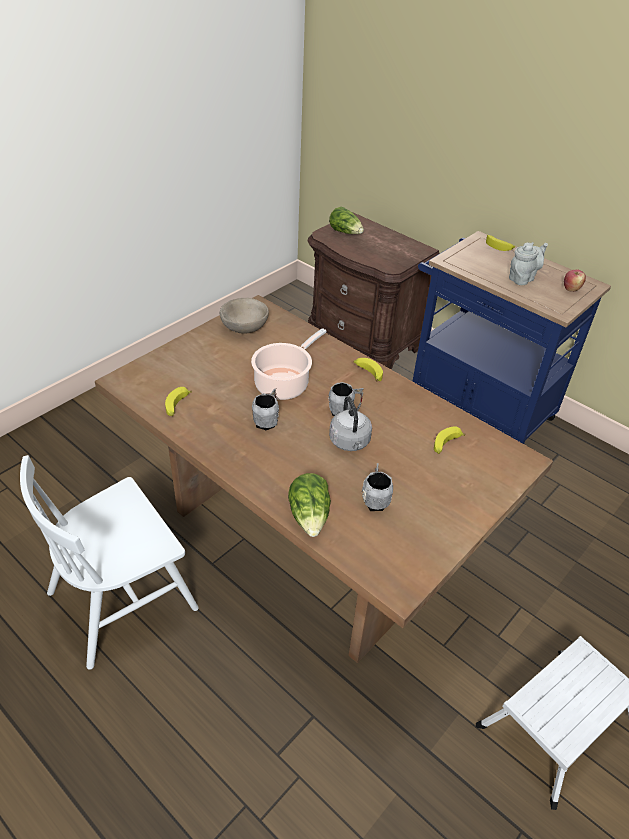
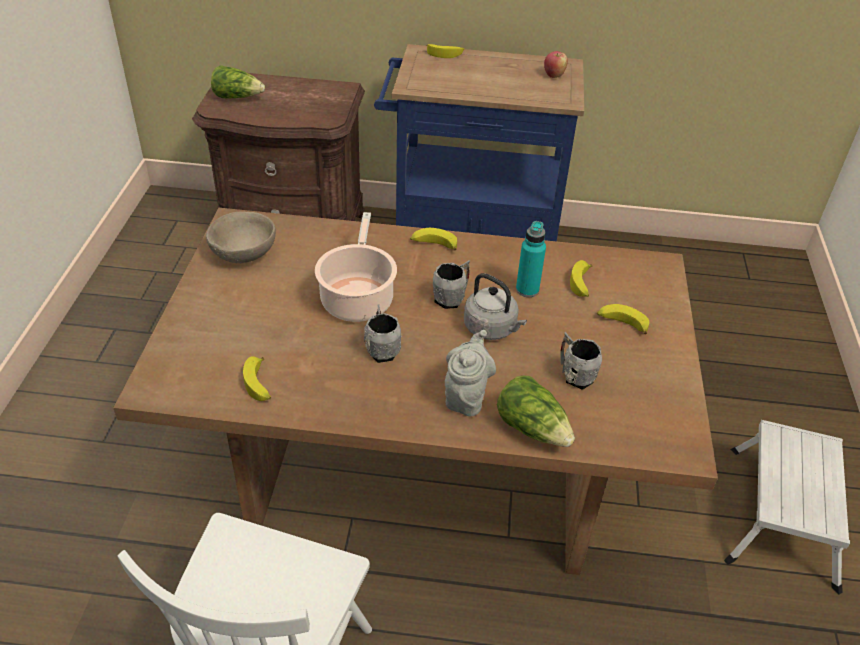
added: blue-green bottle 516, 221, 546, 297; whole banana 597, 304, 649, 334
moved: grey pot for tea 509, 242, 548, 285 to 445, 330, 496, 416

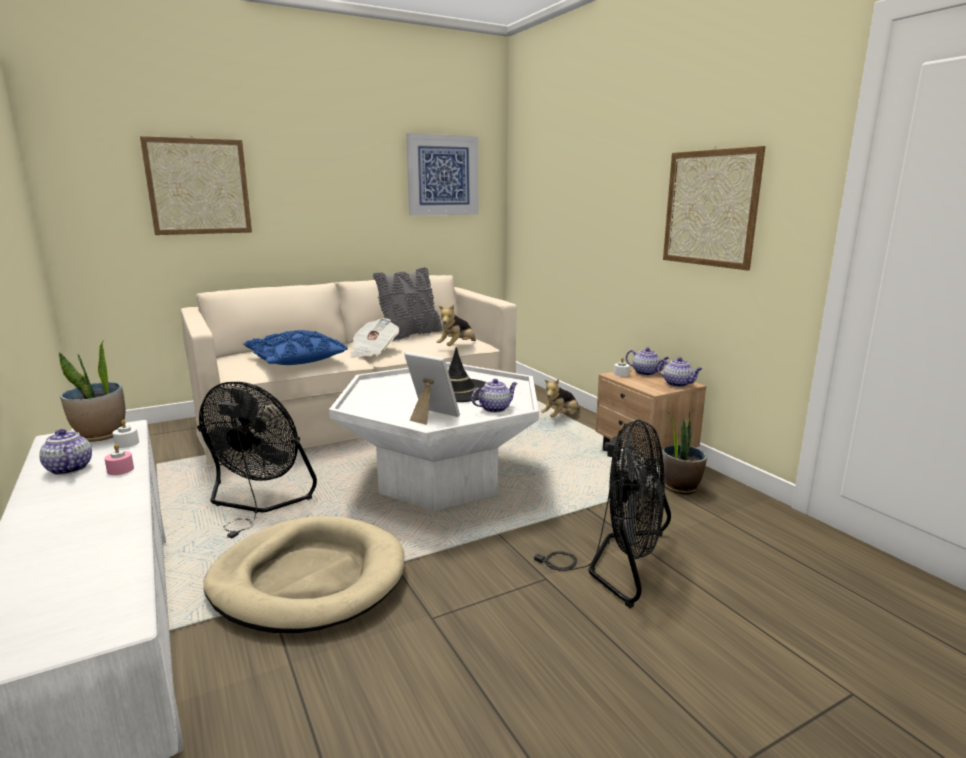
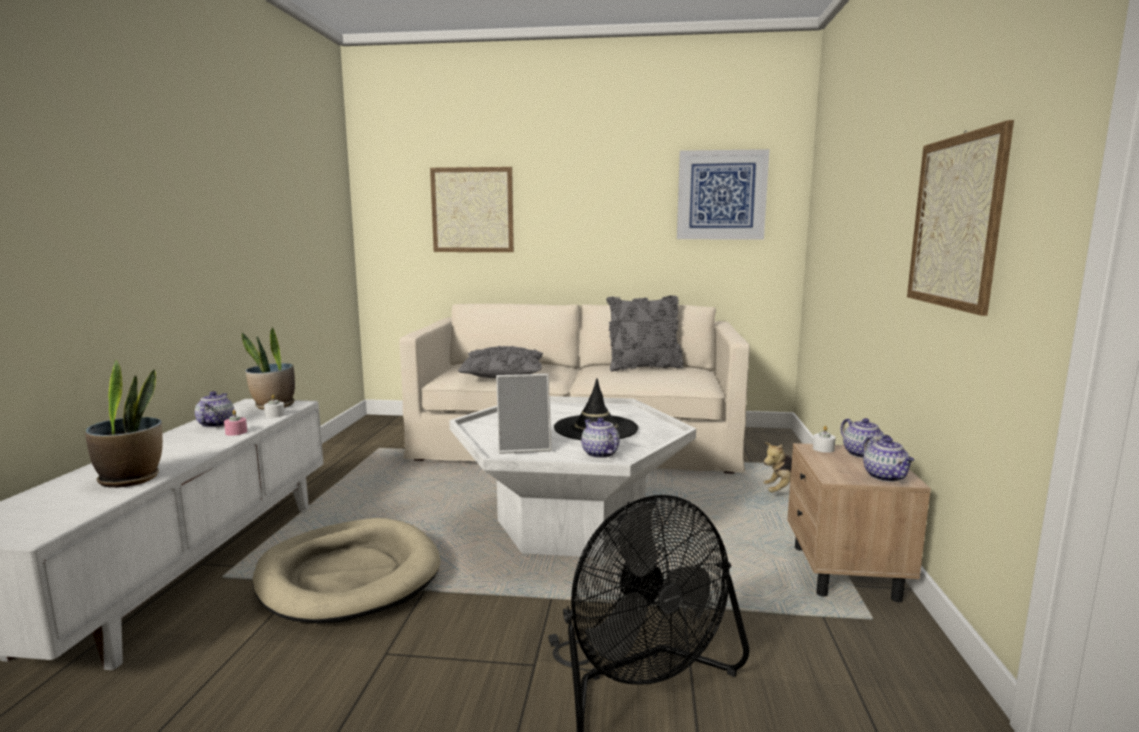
removed: black-coloured electric fan 197, 382, 317, 538; newspaper 350, 318, 399, 357; plush toy 437, 305, 476, 346
moved: plant in a pot 662, 412, 707, 495 to 85, 360, 163, 488
recoloured: bluish pillow 243, 330, 348, 365 to grey pillow 458, 345, 543, 378
turned: photo frame 404, 352, 460, 425 = 496, 374, 552, 454 105 degrees clockwise; pot for tea 471, 379, 518, 413 = 581, 418, 620, 458 120 degrees counterclockwise

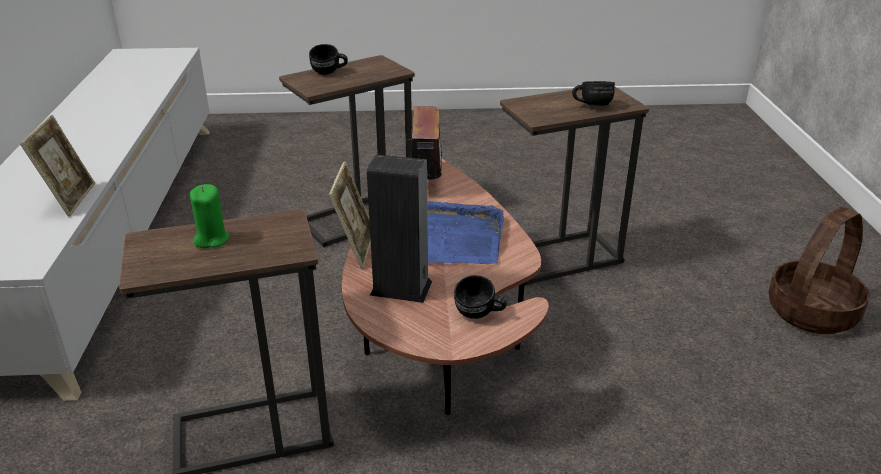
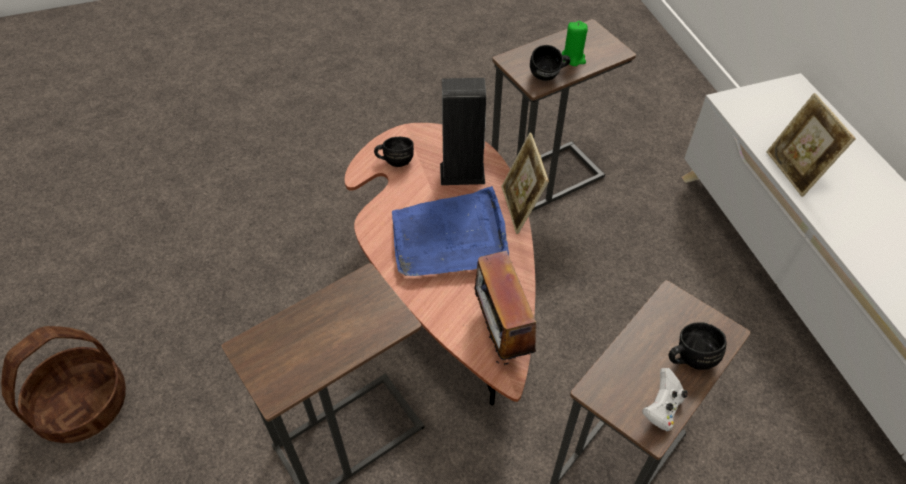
added: white-coloured joypad 642, 368, 688, 431
moved: black-coloured mug 572, 81, 615, 106 to 530, 45, 570, 81

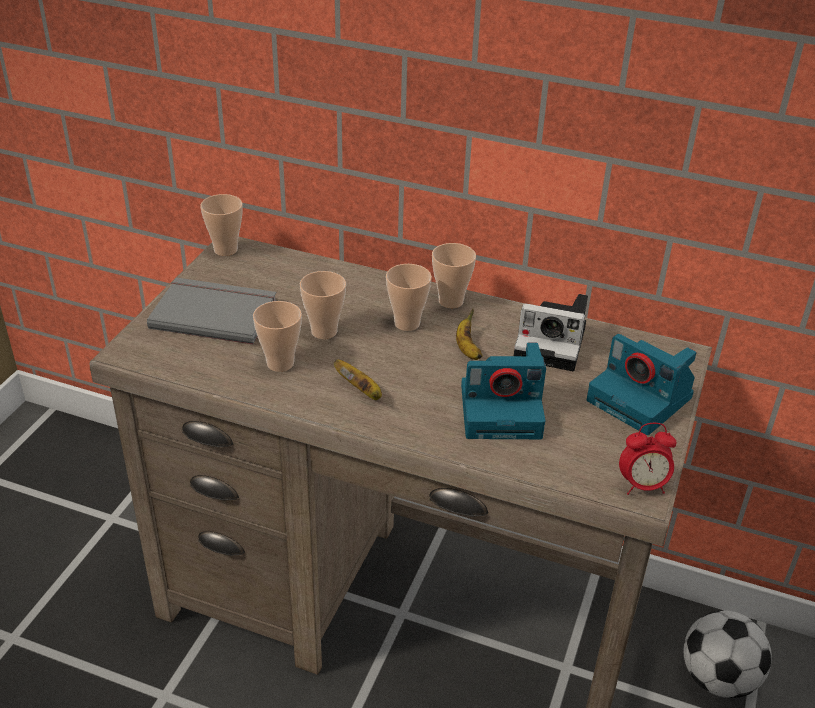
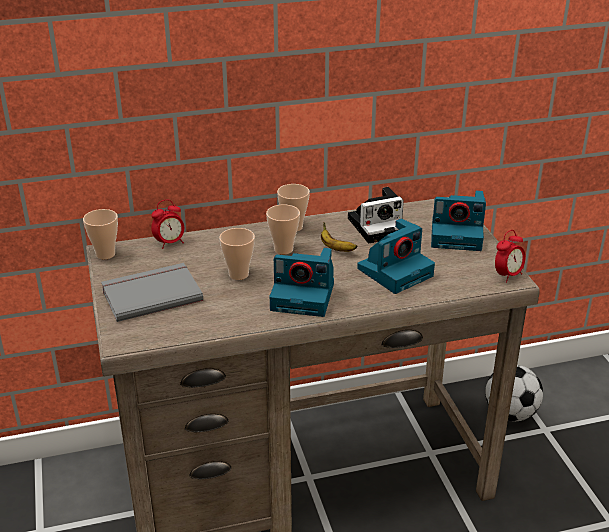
removed: drinking cup 253, 301, 302, 372
added: alarm clock 151, 199, 184, 249
replaced: whole banana 334, 360, 382, 400 to still camera 269, 248, 334, 317

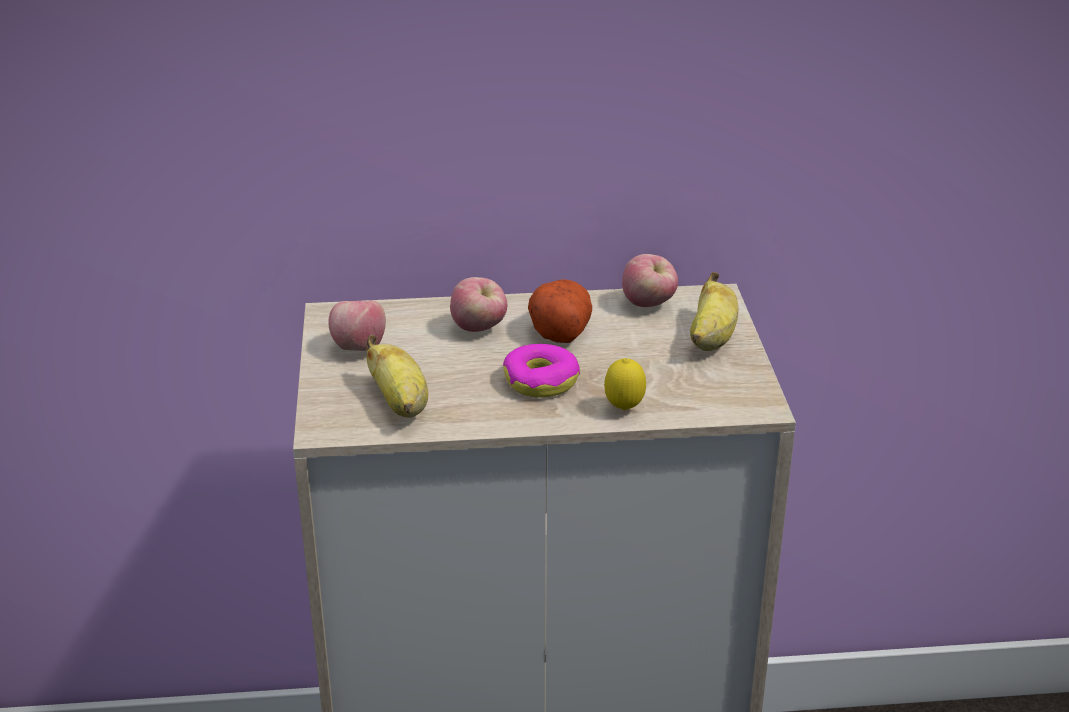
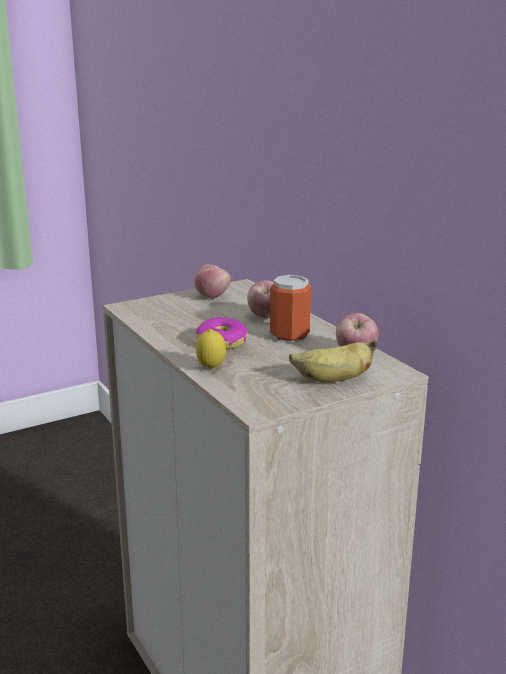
removed: whole banana 366, 335, 428, 418
replaced: whole potato 528, 279, 592, 343 to can 270, 275, 311, 343

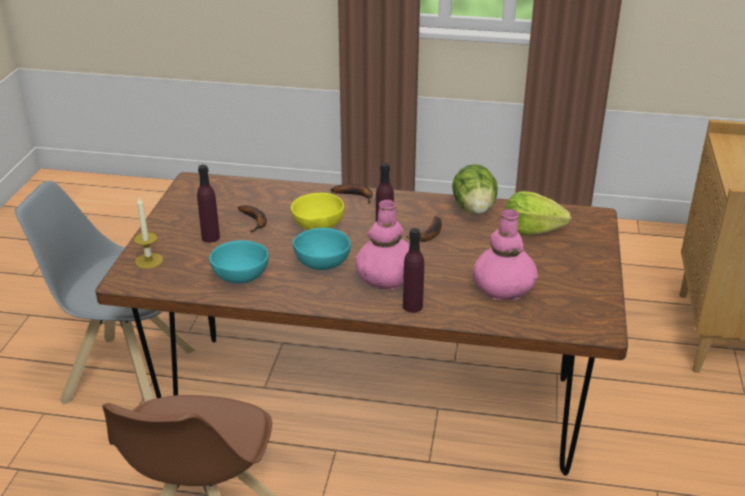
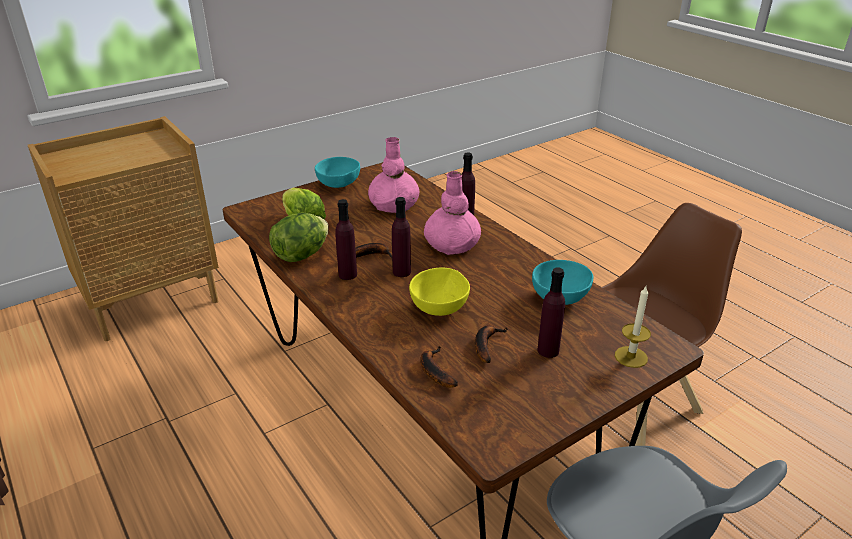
added: purplish bottle 335, 199, 357, 280
moved: blue-green deep dish 293, 228, 351, 270 to 315, 157, 360, 188; whole banana 331, 184, 373, 204 to 420, 346, 458, 388

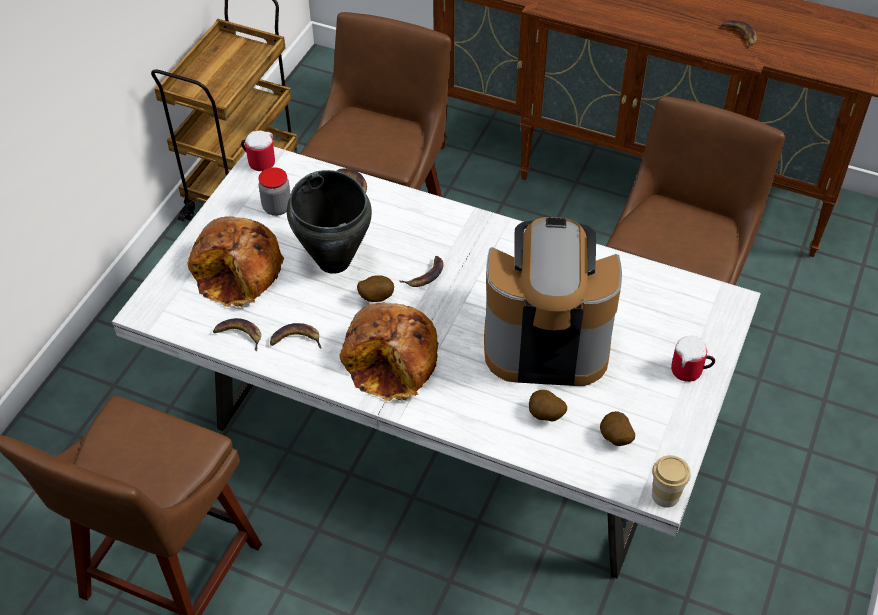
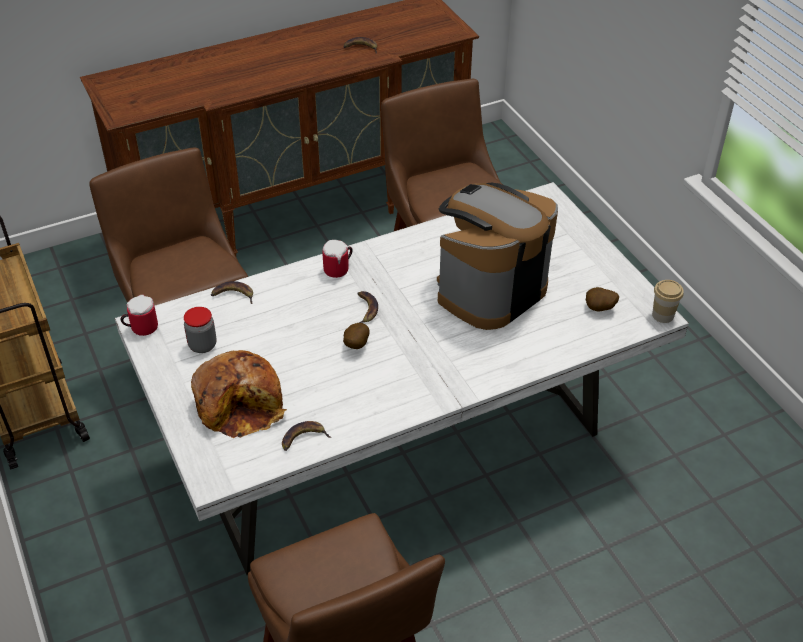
removed: whole banana 270, 323, 322, 348; black-coloured saucepot 287, 170, 372, 274; bakery bread 339, 302, 439, 401; whole potato 529, 390, 567, 421
moved: mug 671, 336, 715, 382 to 322, 240, 353, 278

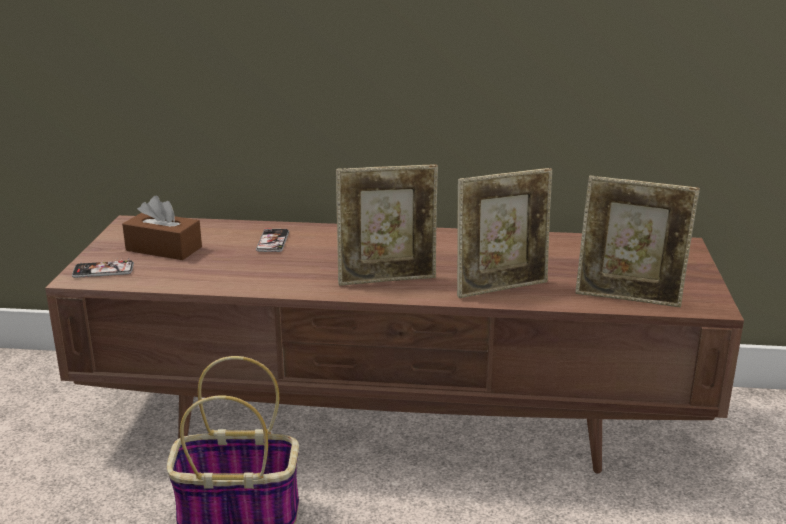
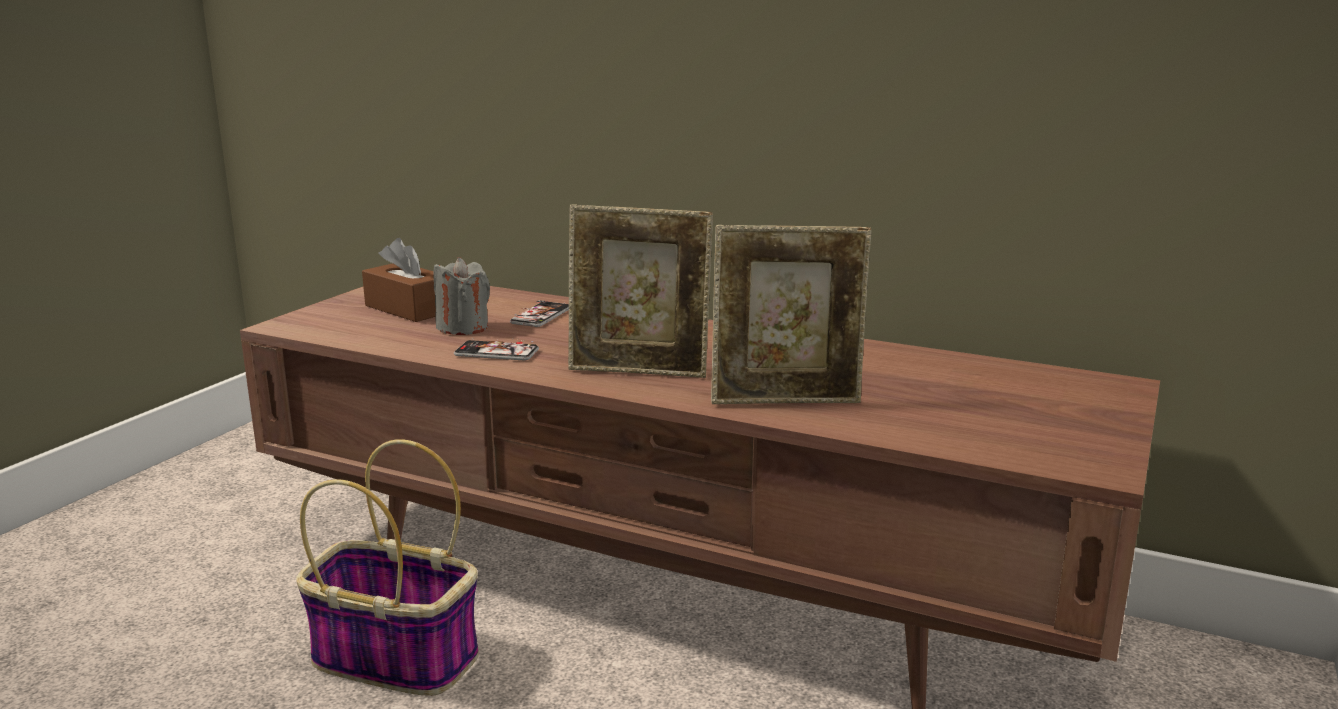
removed: photo frame 575, 176, 700, 307
added: grey wax candle 433, 257, 490, 335
moved: telephone 72, 260, 134, 278 to 454, 338, 539, 361

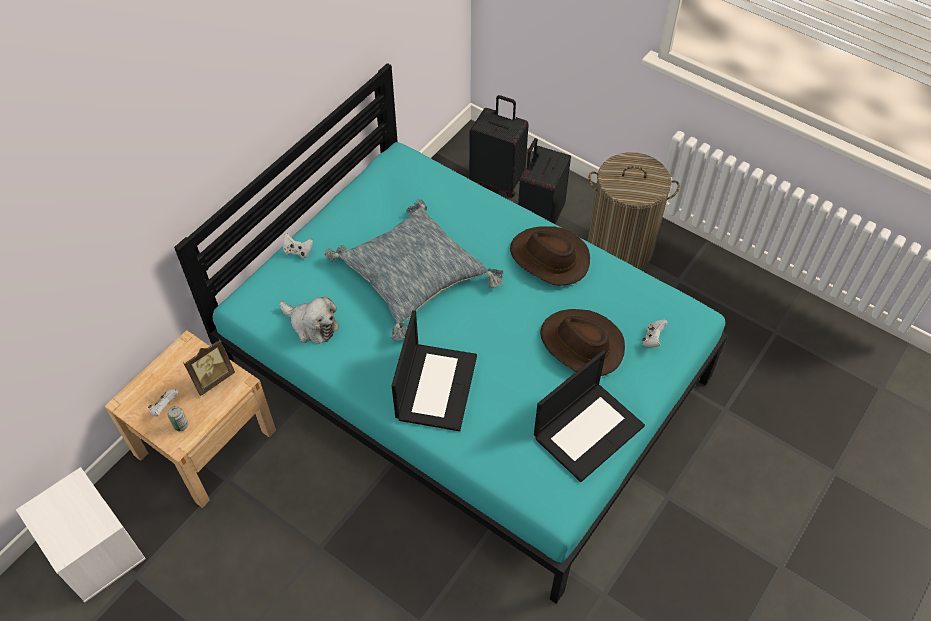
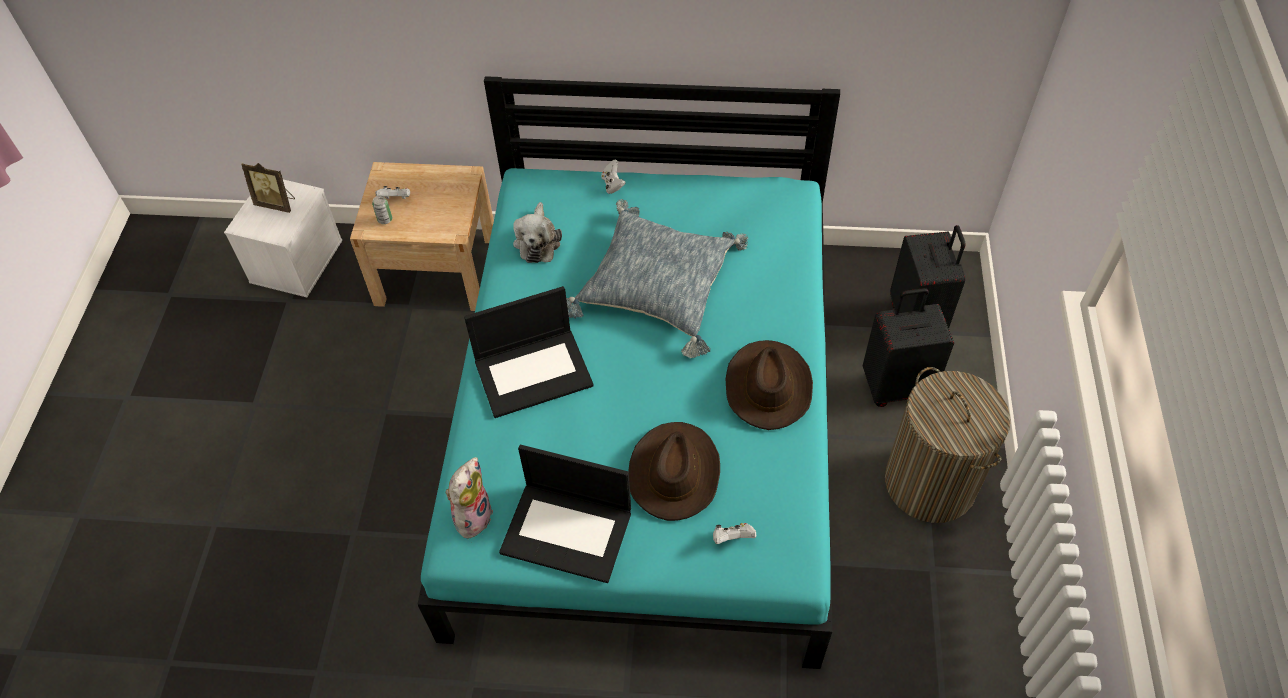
added: plush toy 445, 457, 493, 540
moved: photo frame 184, 339, 235, 396 to 241, 163, 295, 213

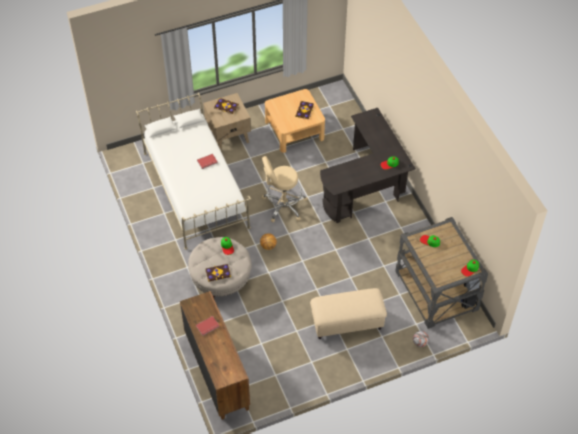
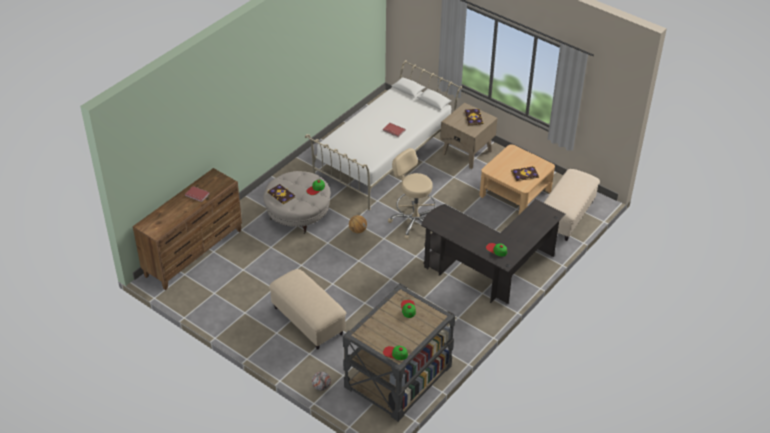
added: beige footrest 544, 169, 600, 241

